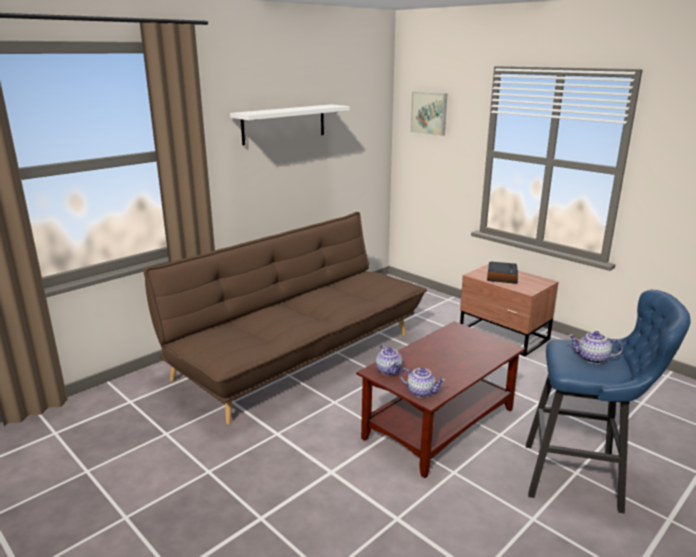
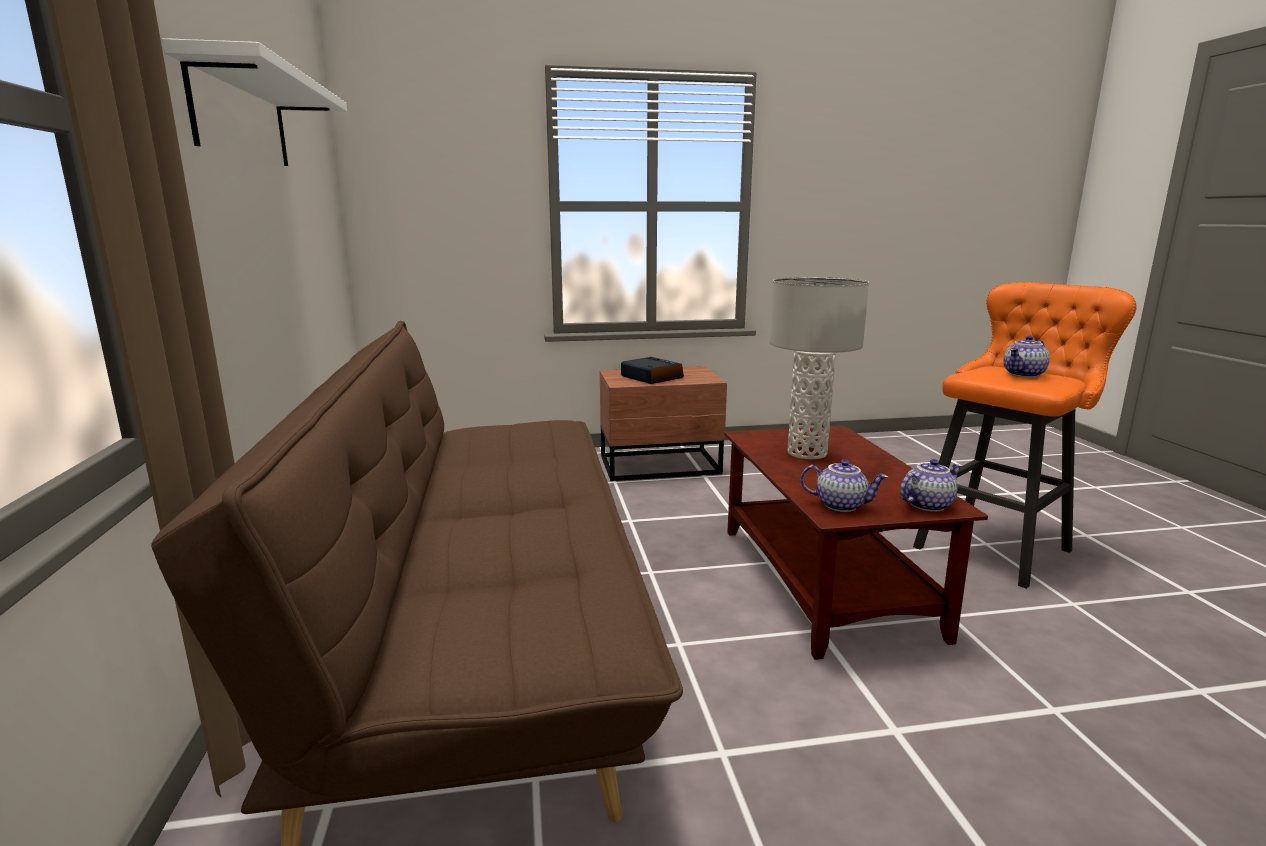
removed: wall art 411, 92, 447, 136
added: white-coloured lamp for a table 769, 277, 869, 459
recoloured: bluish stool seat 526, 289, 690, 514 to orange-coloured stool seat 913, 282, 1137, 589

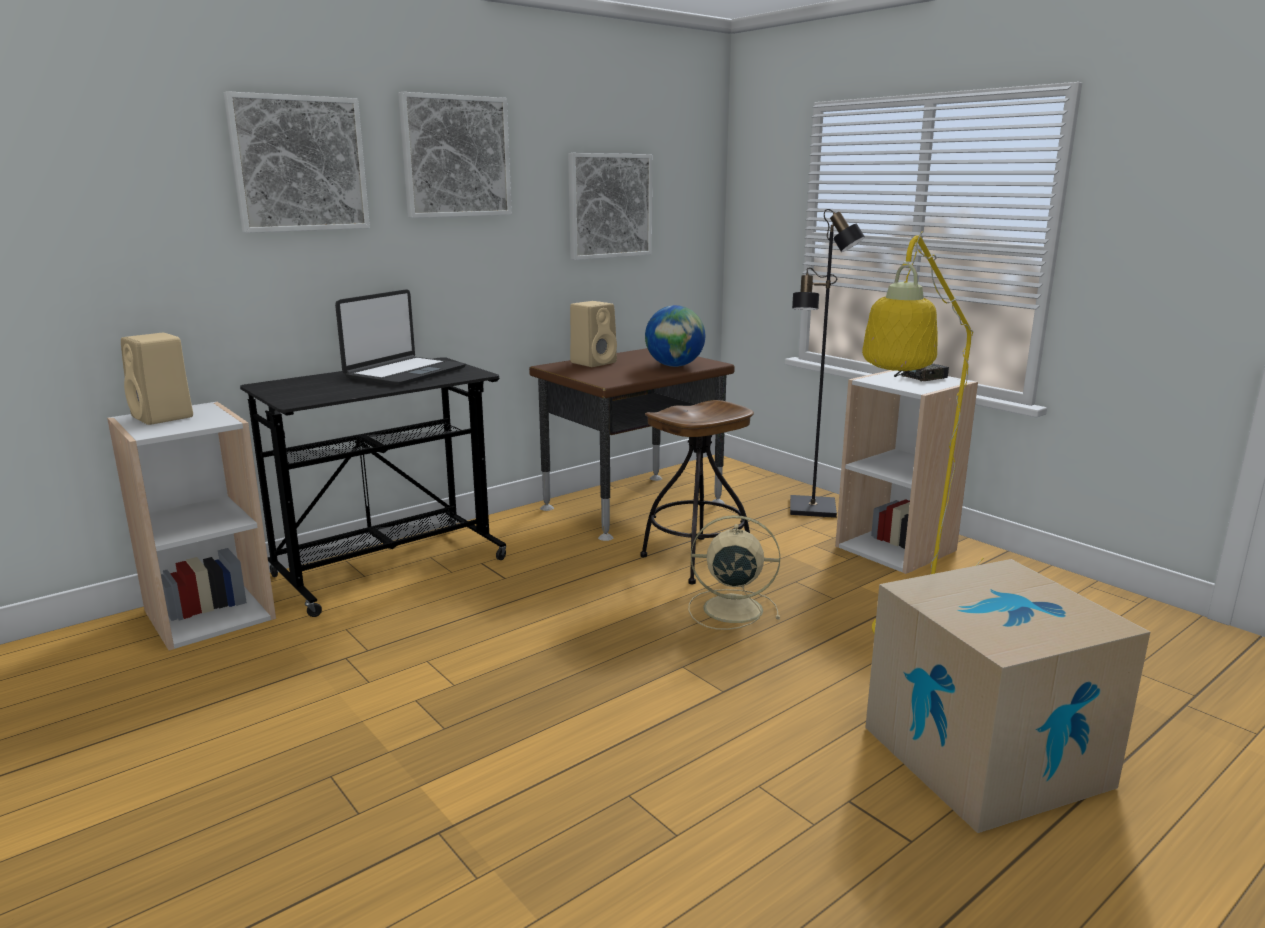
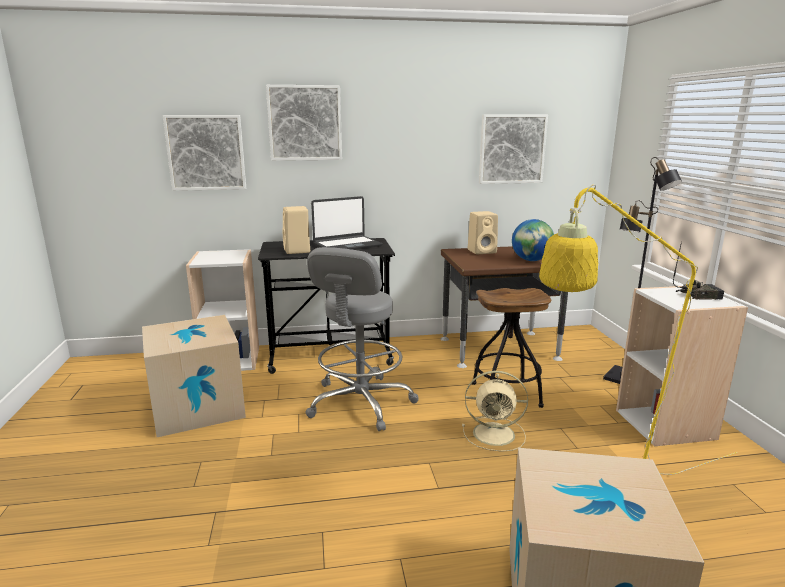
added: packing box 142, 315, 246, 437; grey stool seat 305, 247, 419, 431
moved: beige audio speaker 121, 333, 193, 425 to 283, 206, 310, 254; wall art 398, 92, 512, 218 to 163, 115, 246, 191
turned: beige electric fan 689, 515, 780, 630 = 462, 371, 528, 452 150 degrees clockwise

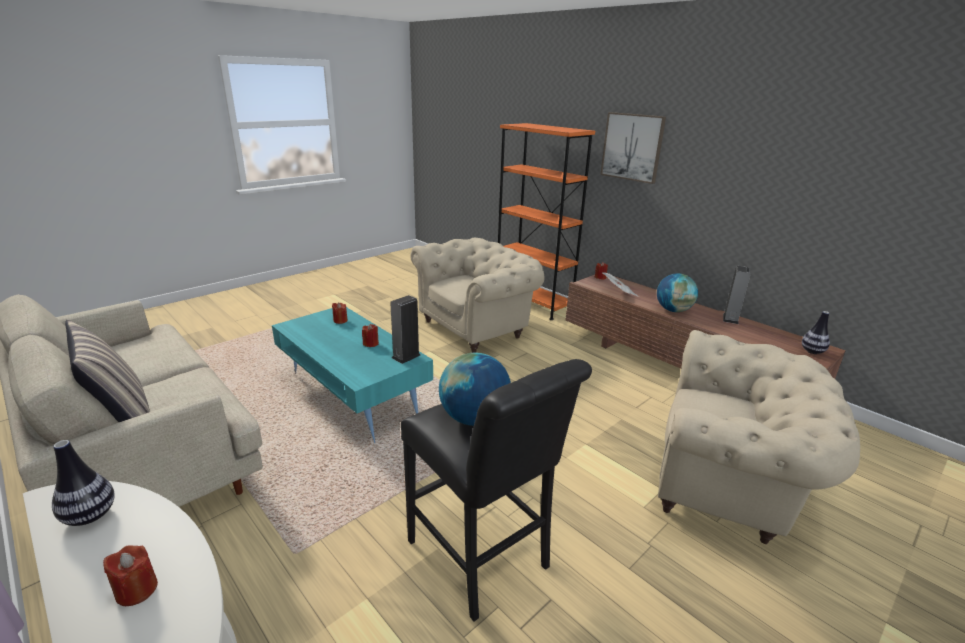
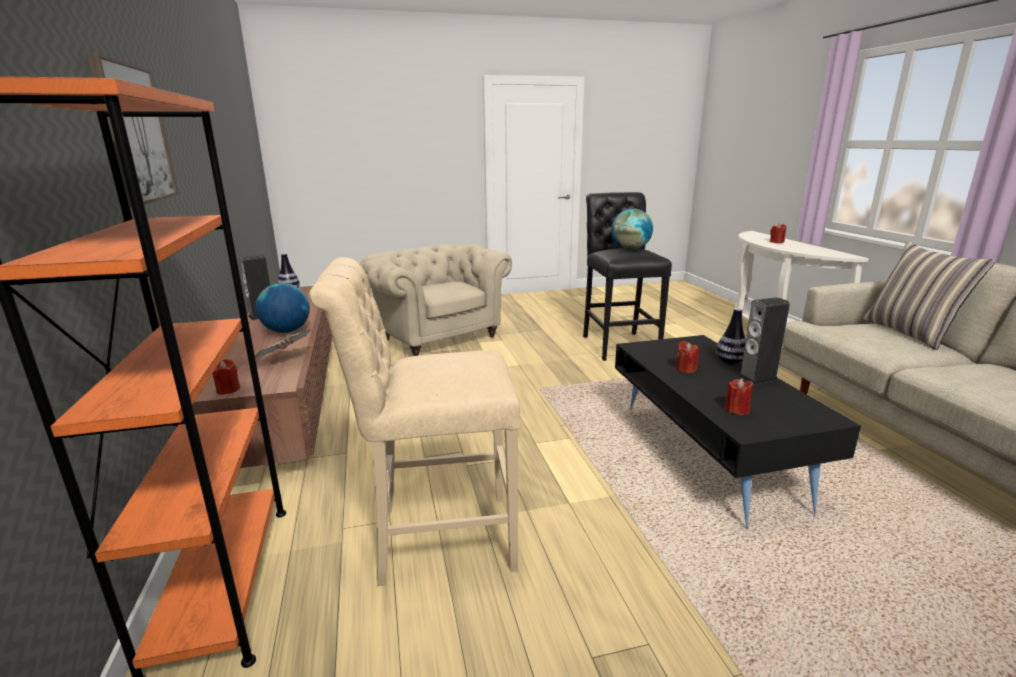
moved: decorative vase 52, 440, 115, 526 to 716, 308, 746, 365; audio speaker 390, 295, 420, 364 to 738, 297, 790, 385
replaced: beige easy chair 410, 238, 545, 353 to beige stool seat 309, 257, 521, 586
recoloured: blue-green lounge table 272, 307, 433, 443 to black-coloured lounge table 615, 335, 861, 530

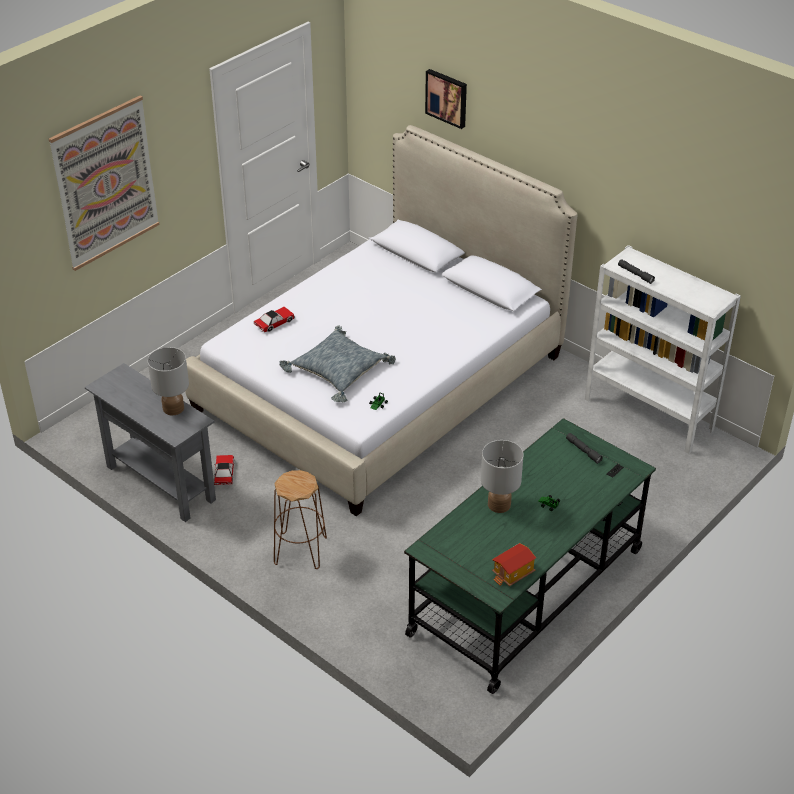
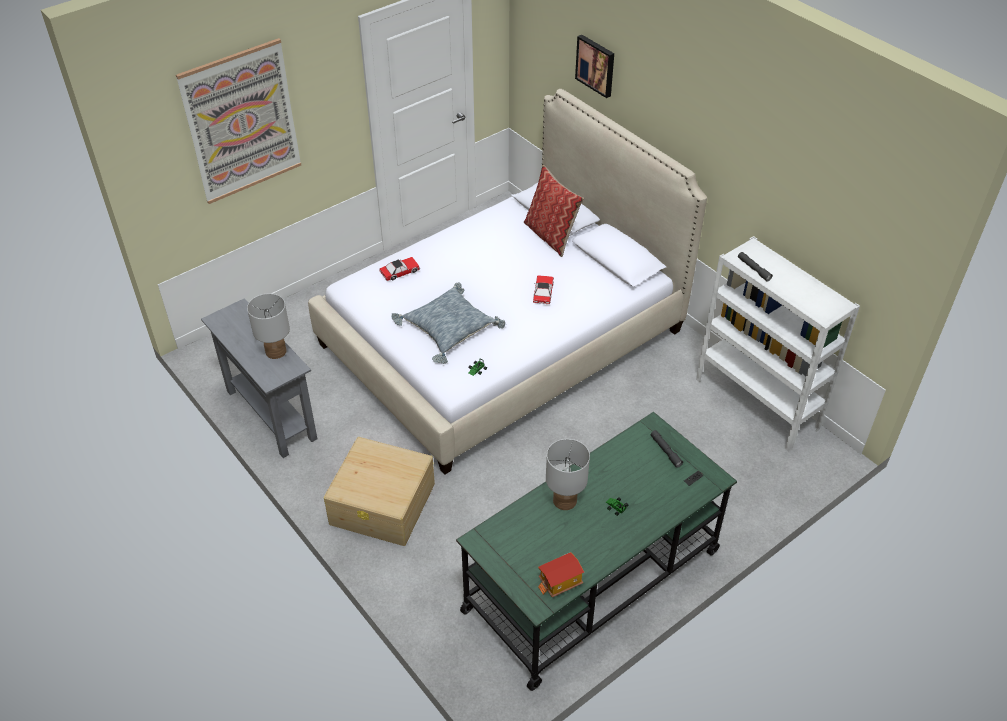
added: pillow 524, 165, 584, 257
moved: model car 214, 455, 235, 486 to 533, 275, 554, 305
replaced: brown stool seat 274, 470, 327, 569 to beige storage bin 324, 437, 435, 546

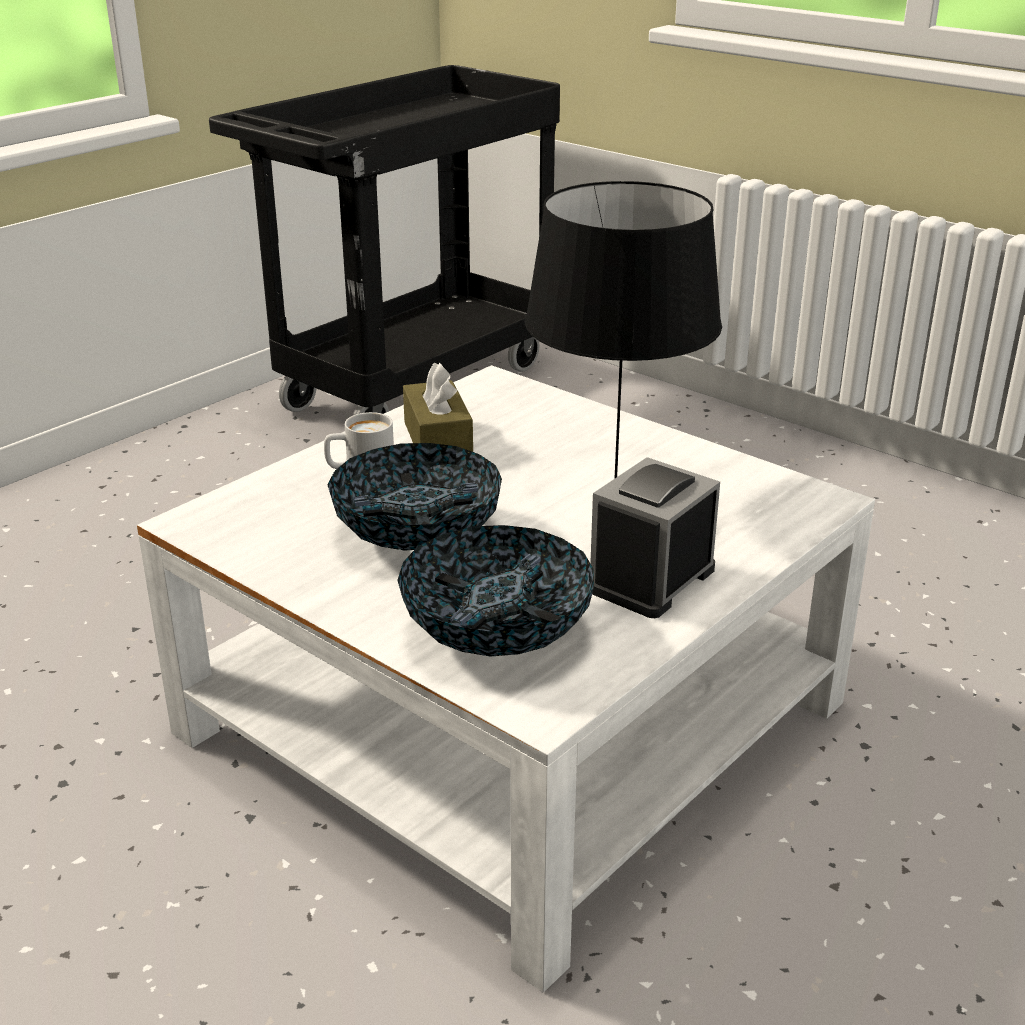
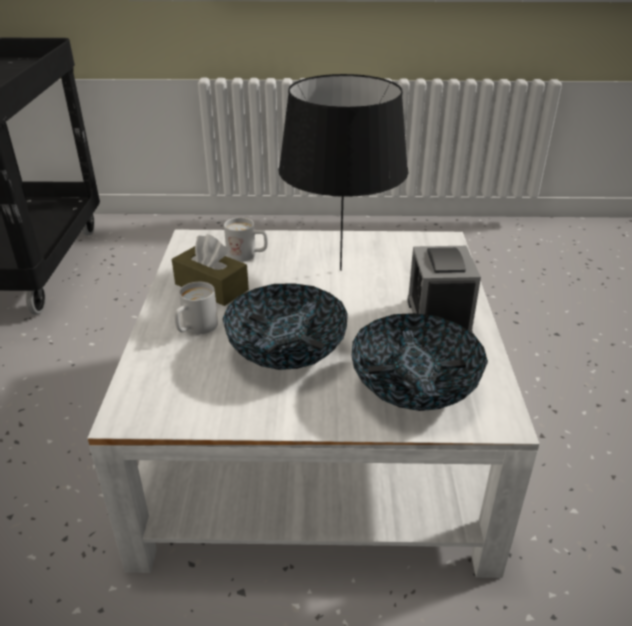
added: white-coloured mug 224, 217, 268, 262

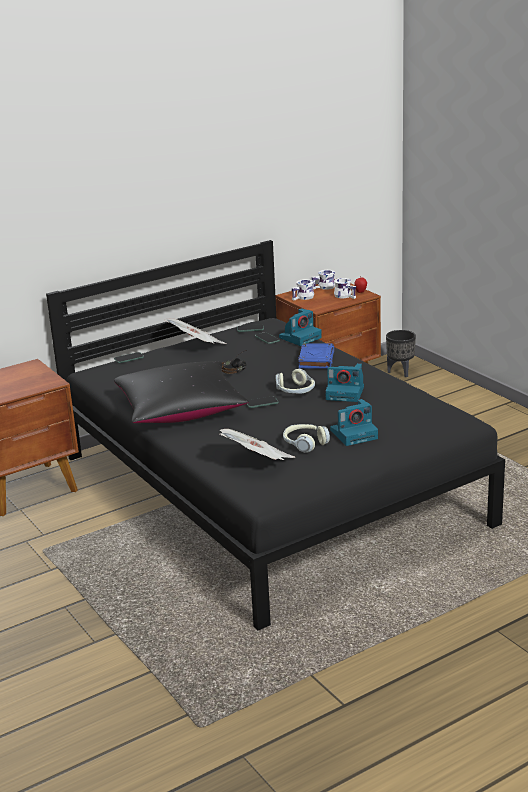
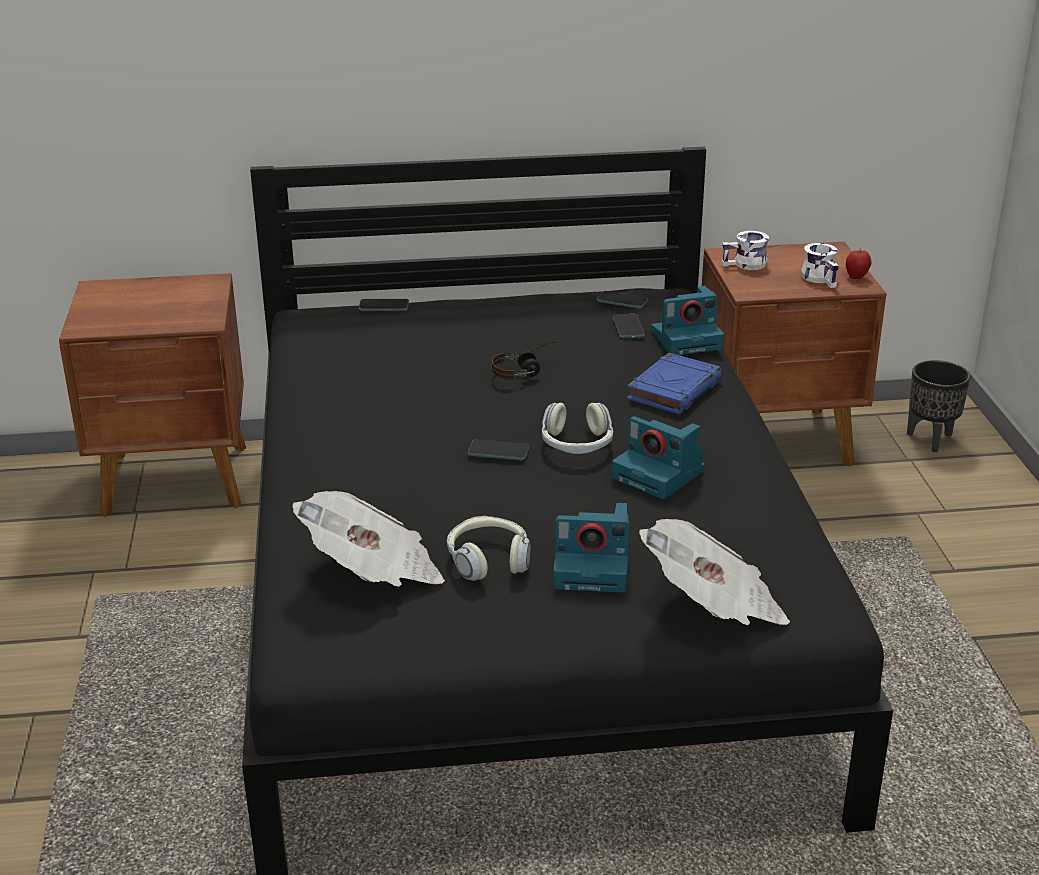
removed: black-coloured pillow 114, 361, 249, 423; white-coloured mug 312, 270, 335, 290
moved: newspaper 165, 319, 227, 344 to 639, 519, 790, 625

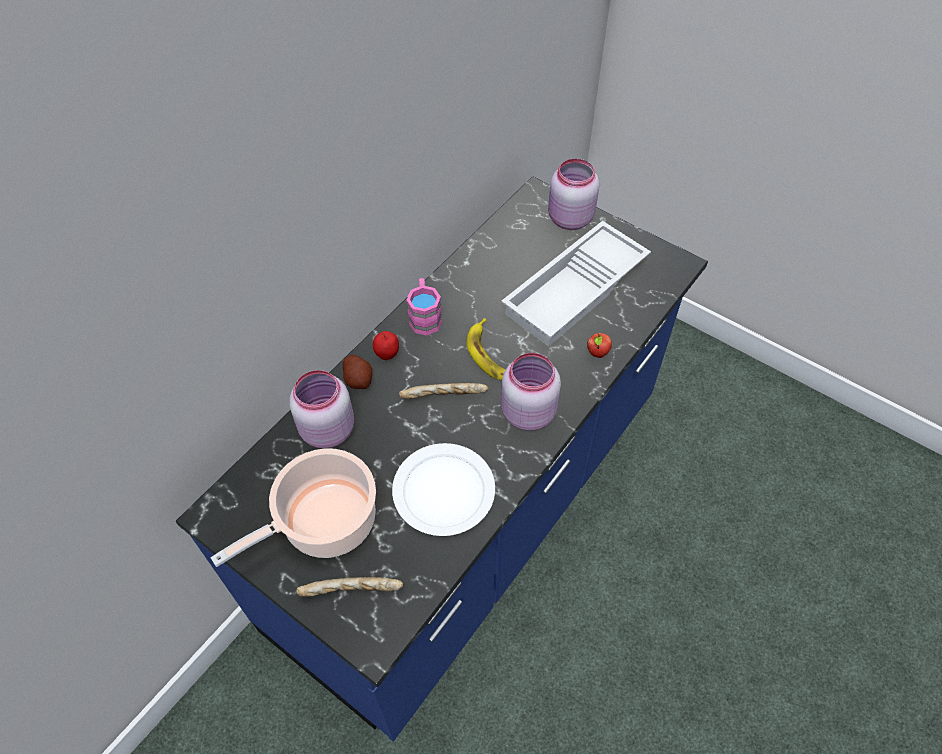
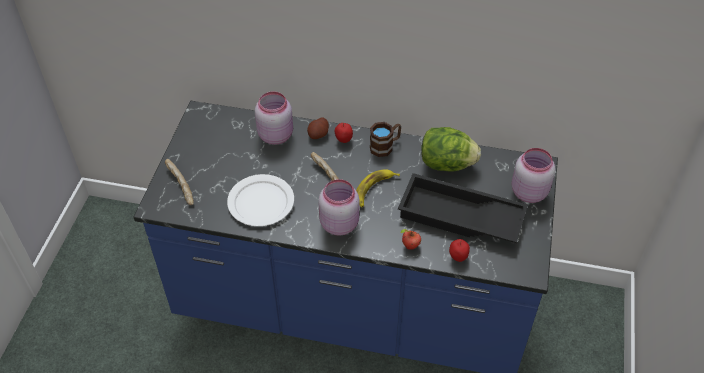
removed: saucepot 211, 448, 376, 567
added: lettuce 421, 127, 481, 172; apple fruit 449, 239, 470, 262
recoloured: pink mug 406, 278, 442, 336 to brown mug 370, 122, 401, 157; white-coloured serving tray 501, 221, 651, 347 to black-coloured serving tray 398, 173, 528, 243

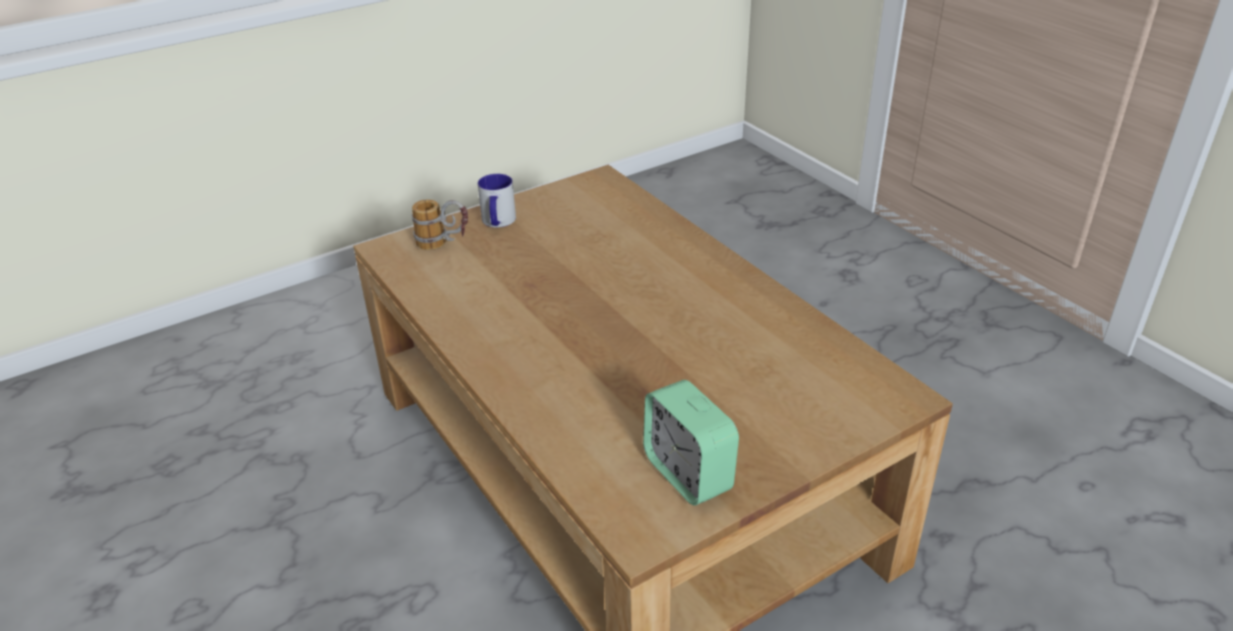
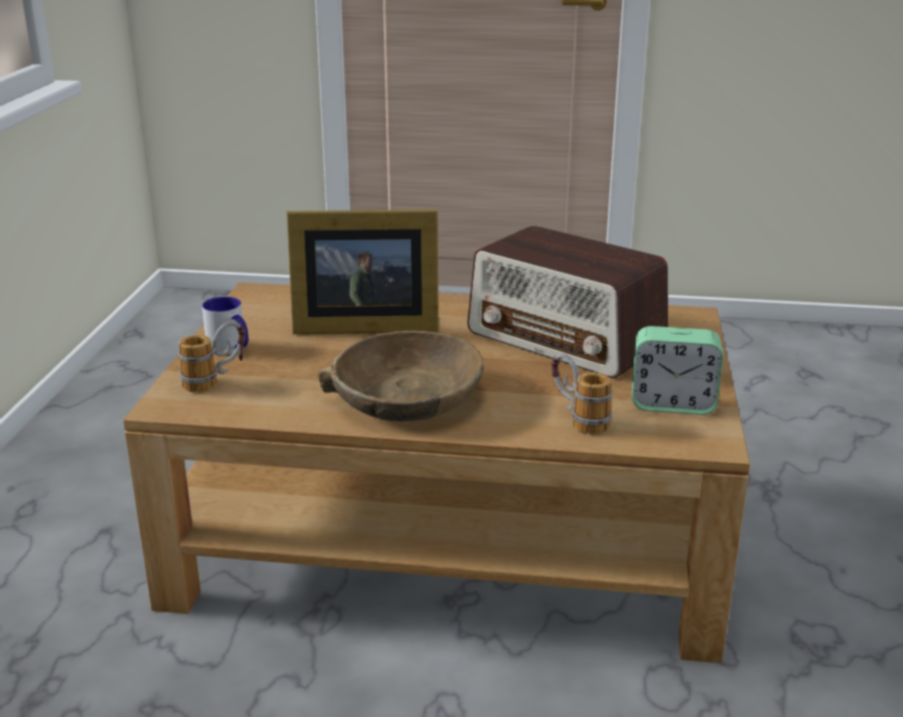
added: photo frame 287, 209, 439, 334; brown deep dish 318, 331, 484, 421; radio 467, 226, 668, 378; mug 551, 353, 612, 435

